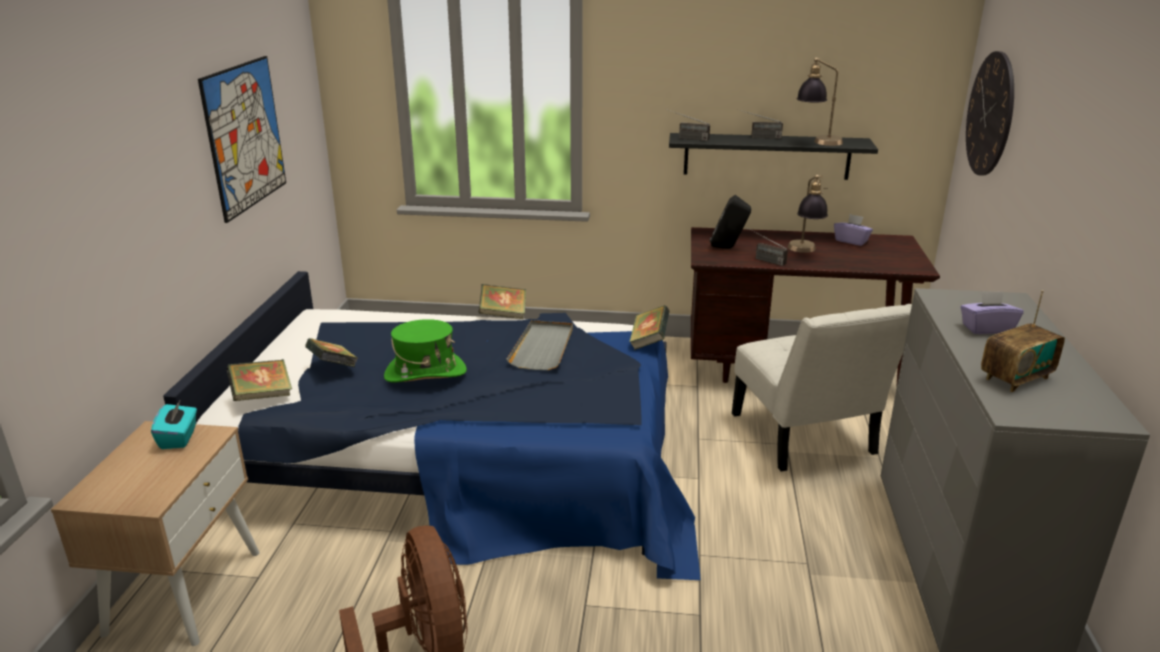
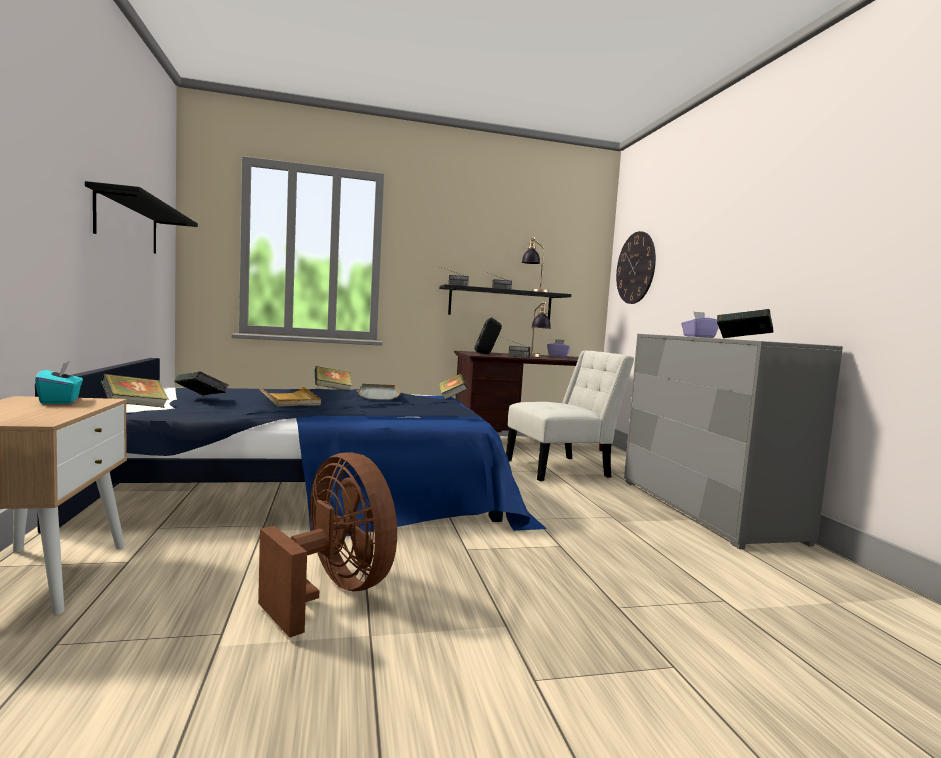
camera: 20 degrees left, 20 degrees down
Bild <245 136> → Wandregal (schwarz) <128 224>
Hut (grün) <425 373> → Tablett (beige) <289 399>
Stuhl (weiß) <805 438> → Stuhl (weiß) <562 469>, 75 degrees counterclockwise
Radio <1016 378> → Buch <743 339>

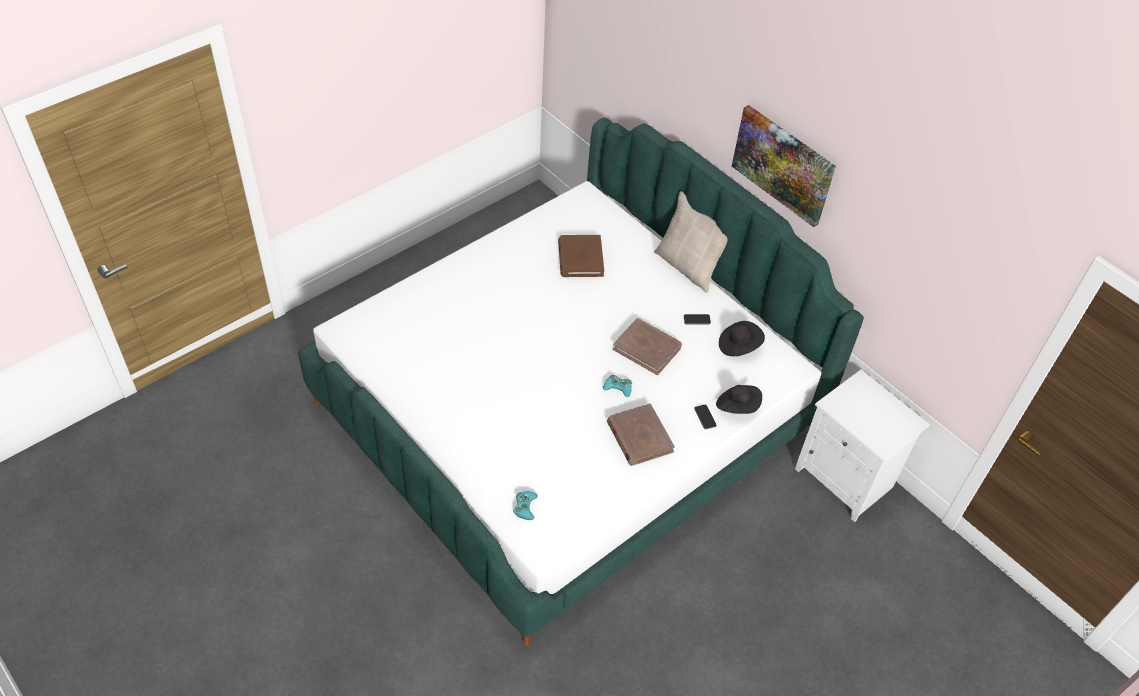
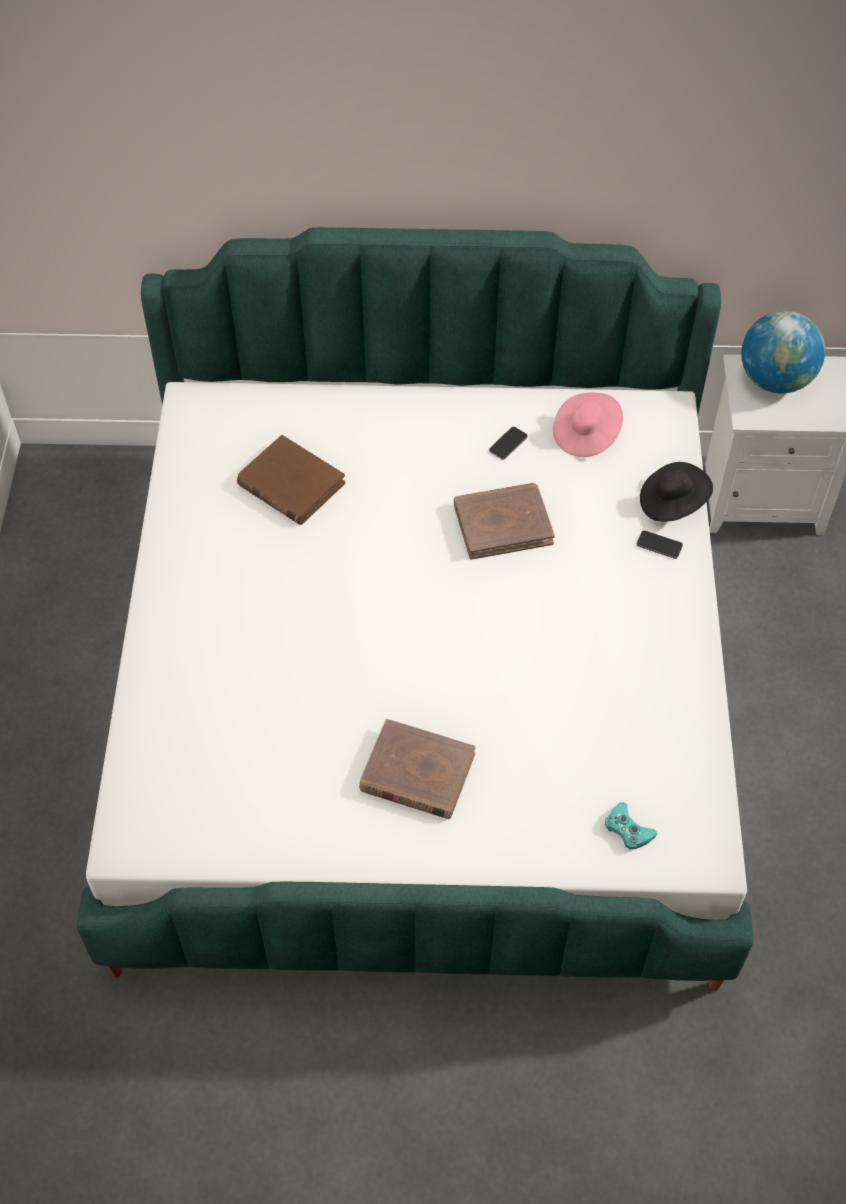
camera: 45 degrees left, 5 degrees up
Gamepad (türkis) <618 387> → -
Buch (braun) <639 437> → Buch (braun) <417 773>, moved
Kissen (beige) <688 267> → -
Hut (schwarz) <738 346> → Hut (rosa) <586 435>
Bild <783 164> → -
- → Globus <775 380>

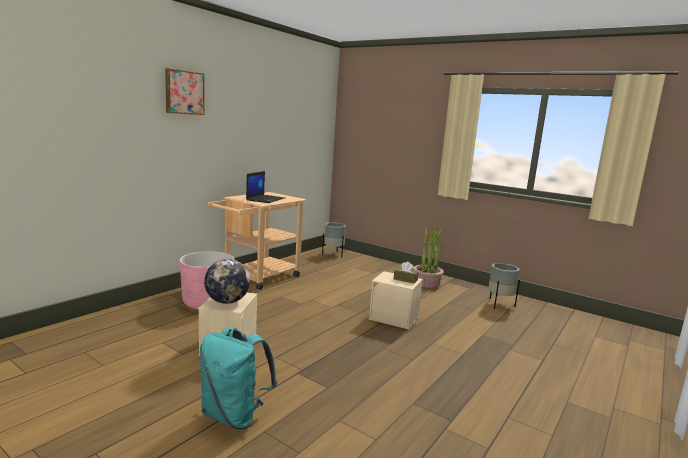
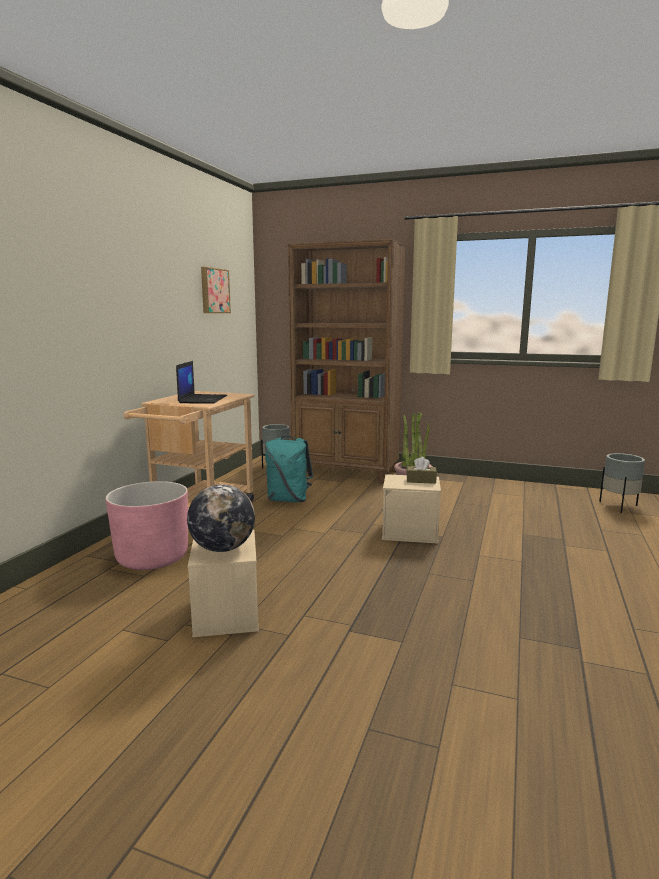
camera: 15 degrees left, 0 degrees up
Bild <184 92> → Bild <214 291>, moved
Rucksack (türkis) <234 416> → Rucksack (türkis) <289 500>, moved
Pflanzkübel (grau) <500 304> → Pflanzkübel (grau) <619 506>, moved
- → Bücherregal (braun) <346 472>

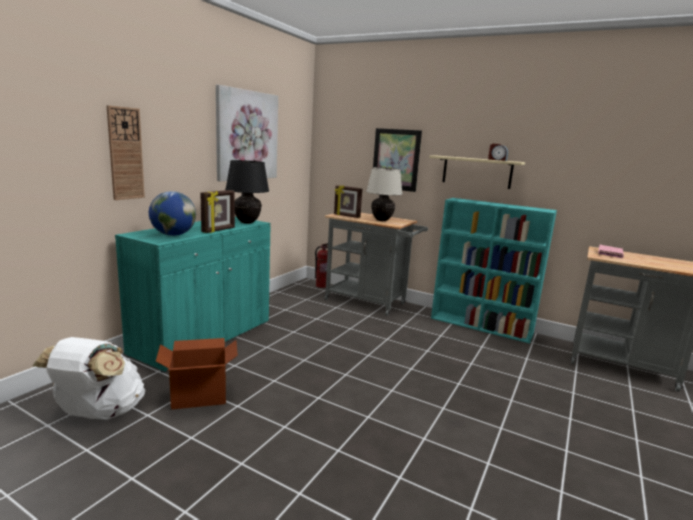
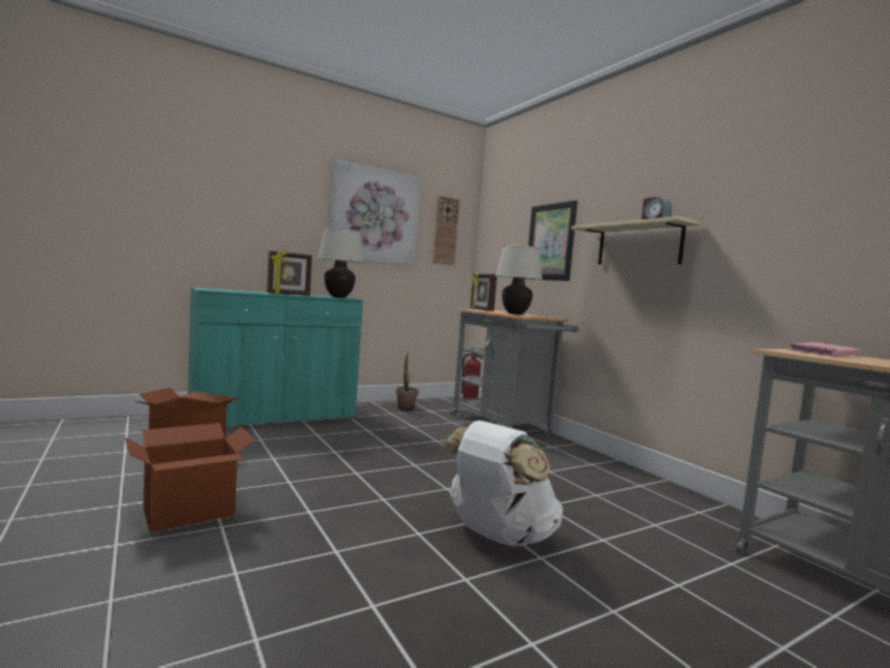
camera: 30 degrees right, 10 degrees down
Rucksack (weiß) <98 414> → Rucksack (weiß) <497 536>, moved
Wanduhr <125 154> → Wanduhr <445 231>, moved
Globus <173 235> → -
Tischlampe (schwarz) <247 222> → Tischlampe (beige) <338 297>
Bücherregal (türkis) <482 326> → -
- → Karton <189 512>
- → Topfpflanze <405 409>

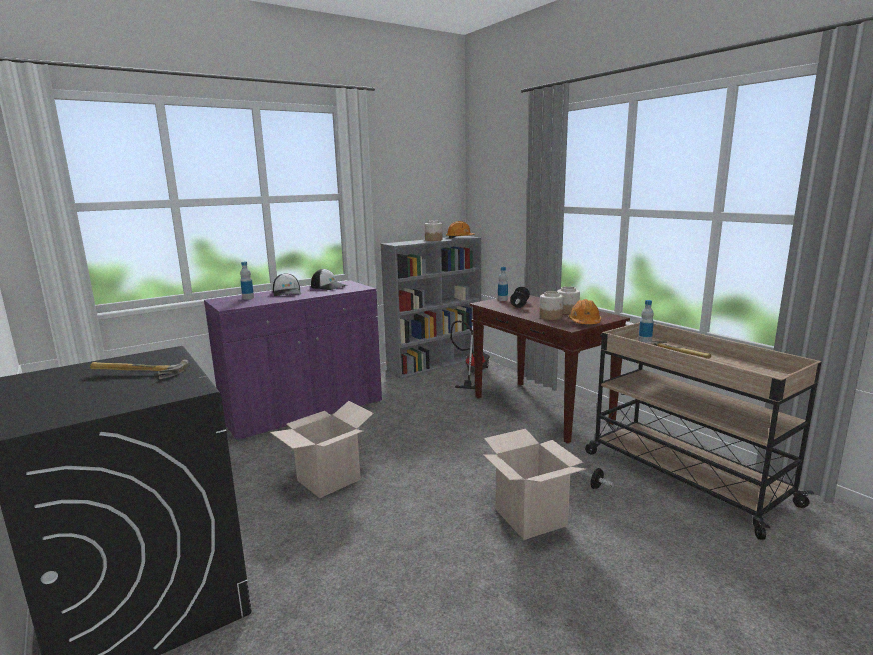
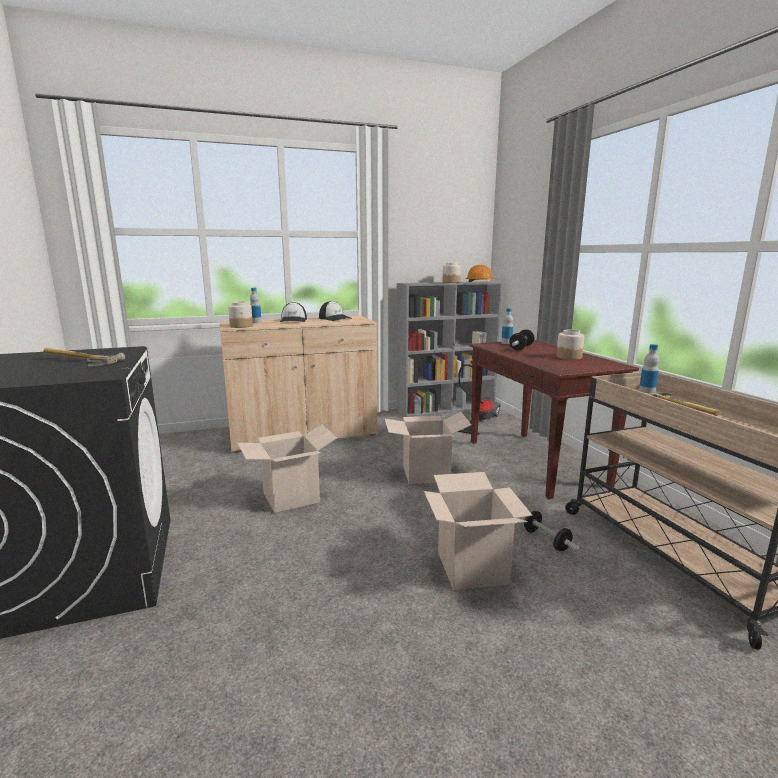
camera: 15 degrees right, 0 degrees up
Schrank (lila) <304 411> → Schrank (beige) <303 435>
Vorratsglas <551 317> → Vorratsglas <241 326>, moved
Schutzhelm (orange) <584 322> → -
- → Karton <426 474>

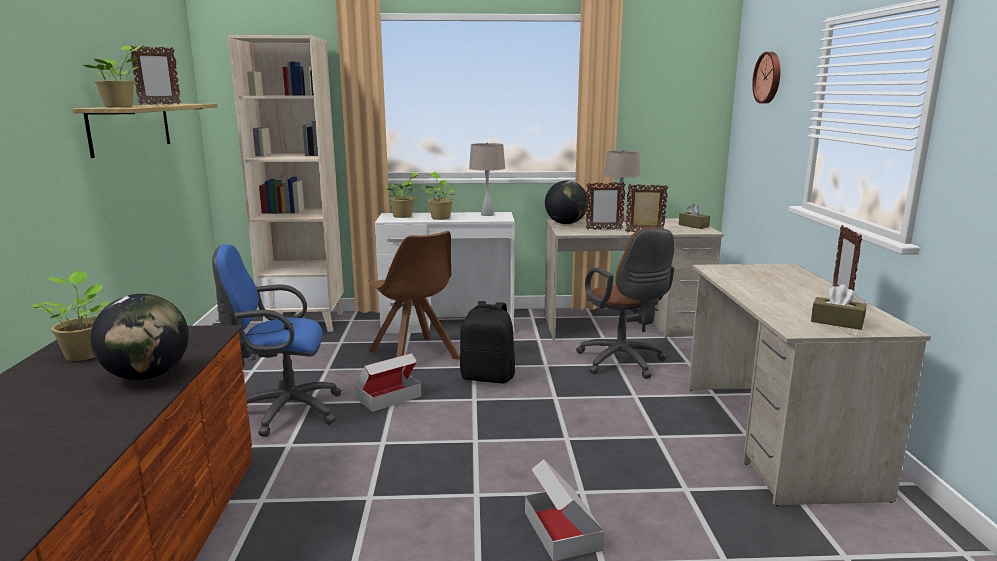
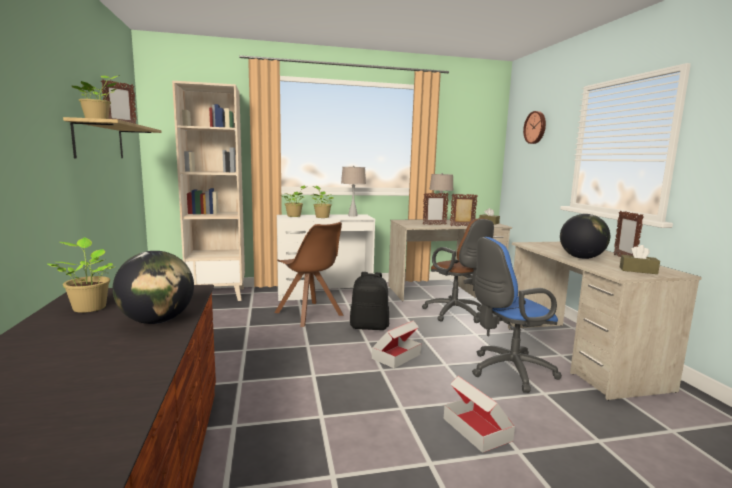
camera: 10 degrees left, 5 degrees down
Bürostuhl (blau) <284 411> → Bürostuhl (blau) <507 371>, moved
Karton <388 397> → Karton <396 356>, moved
Globus <565 223> → Globus <581 258>, moved

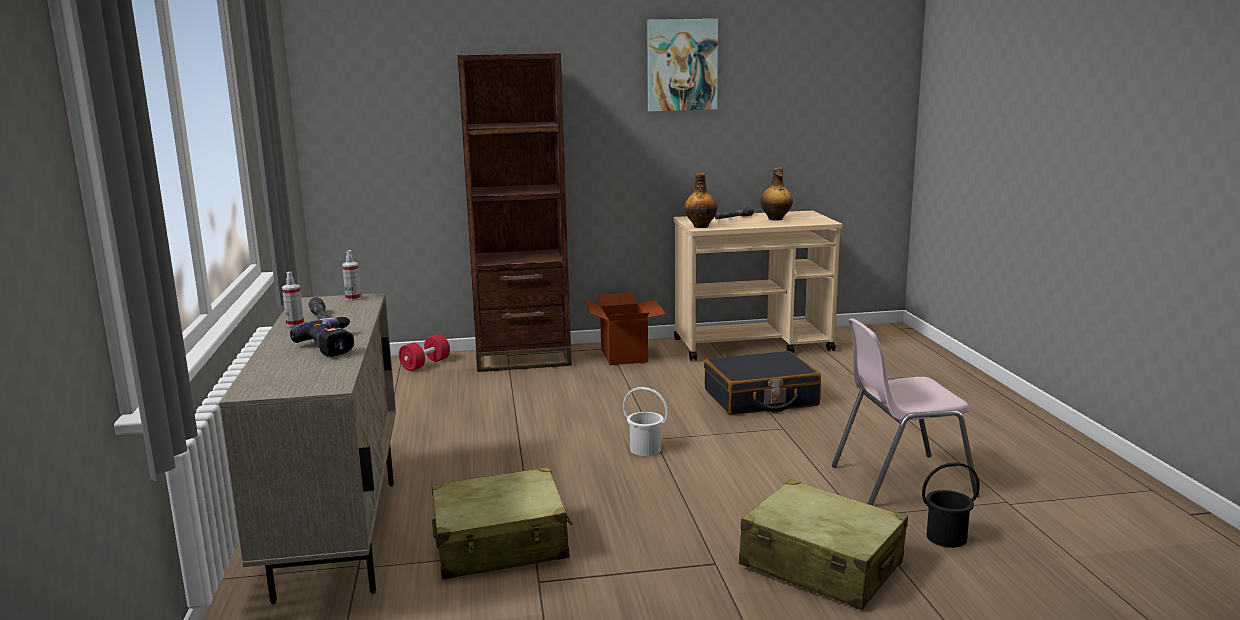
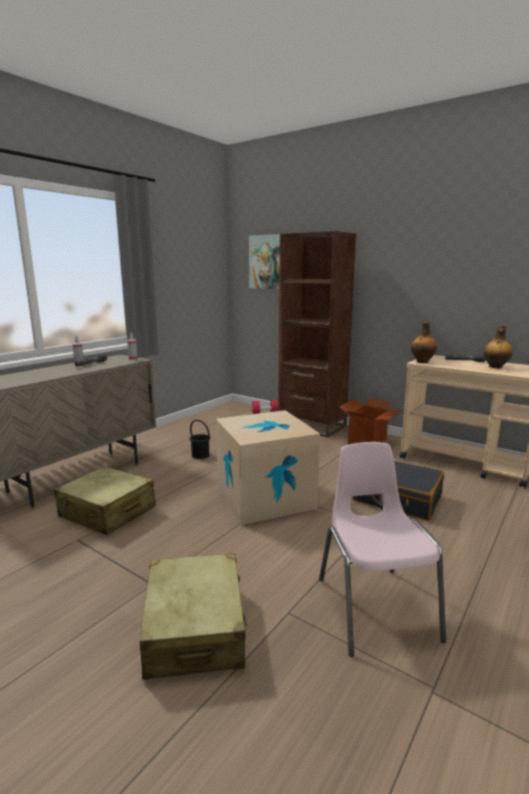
camera: 45 degrees right, 0 degrees up
Bohrmaschine <334 345> → -
Eimer (weiß) <645 449> → Karton <265 498>
Bild <681 65> → Bild <267 262>, moved
Stuhl (rosa) <899 480> → Stuhl (rosa) <375 607>, 45 degrees clockwise
Eimer (schwarz) <945 537> → Eimer (schwarz) <200 455>, moved

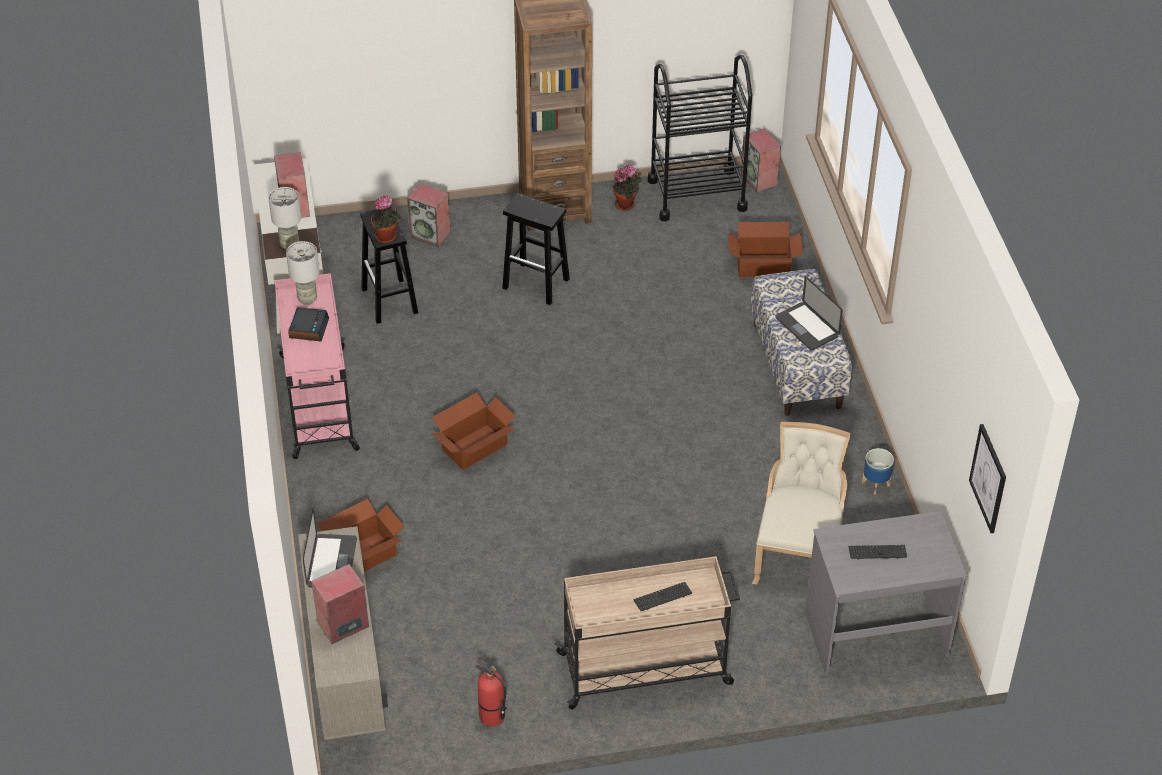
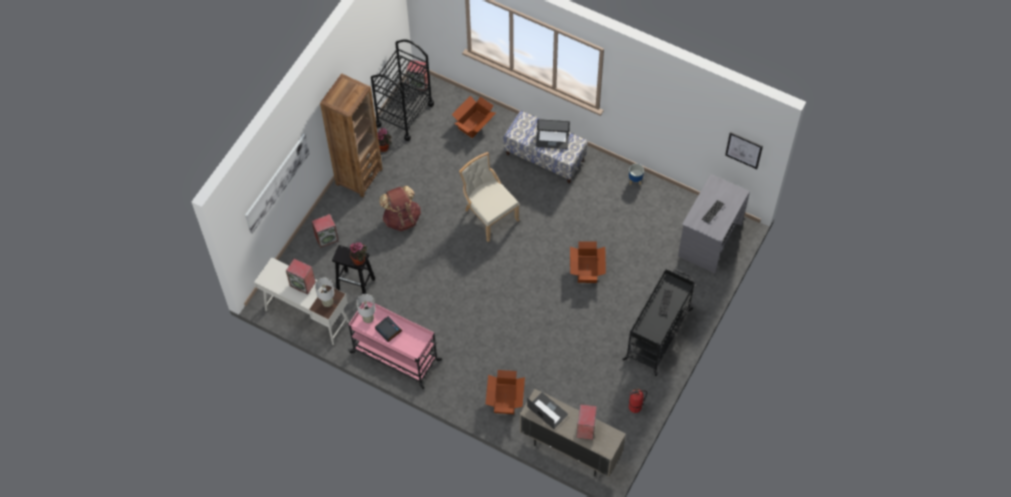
camera: 50 degrees left, 15 degrees up
Karton <474 447> → Karton <586 269>, moved
Hocker (schwarz) <537 284> → Rucksack (braun) <401 218>
Rollwagen (beige) <646 668> → Rollwagen (schwarz) <658 334>
Stuhl (beige) <798 555> → Stuhl (beige) <489 215>, moved
- → Bild <276 183>

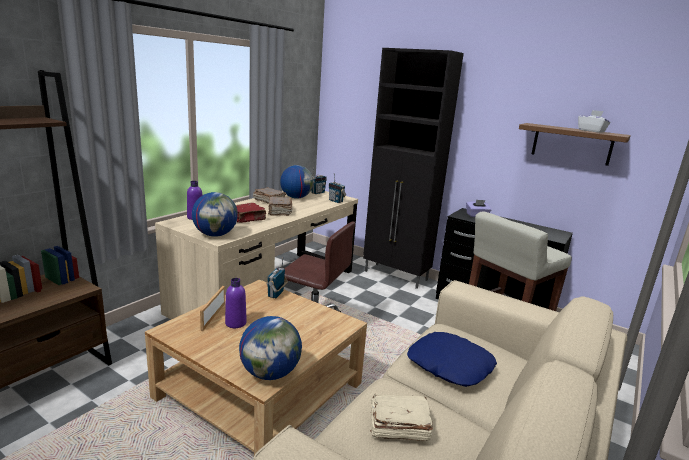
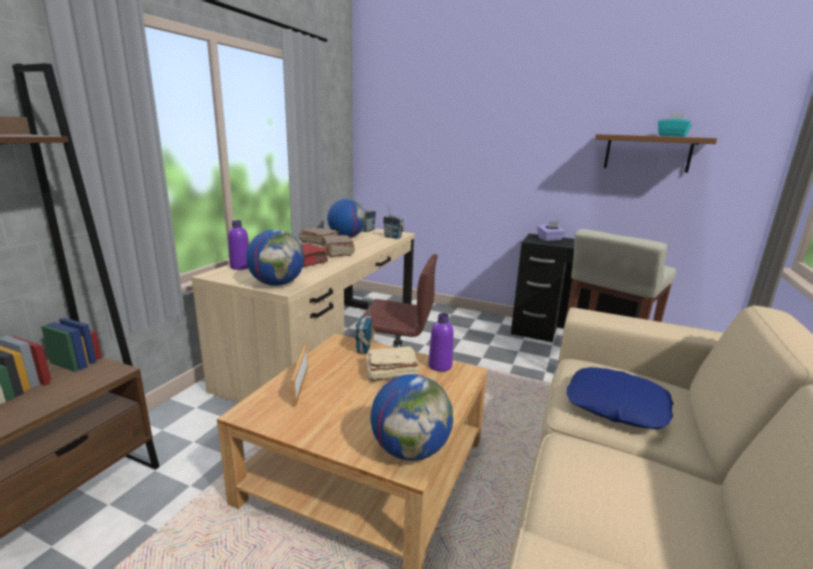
camera: 10 degrees left, 0 degrees up
Flasche (lila) <235 323> → Flasche (lila) <440 366>, moved
Schrank (schwarz) <396 276> → -
Buch (beige) <398 426> → Buch (beige) <390 372>, moved
Taschentuchbox (weiß) <591 131> → Taschentuchbox (türkis) <672 136>

